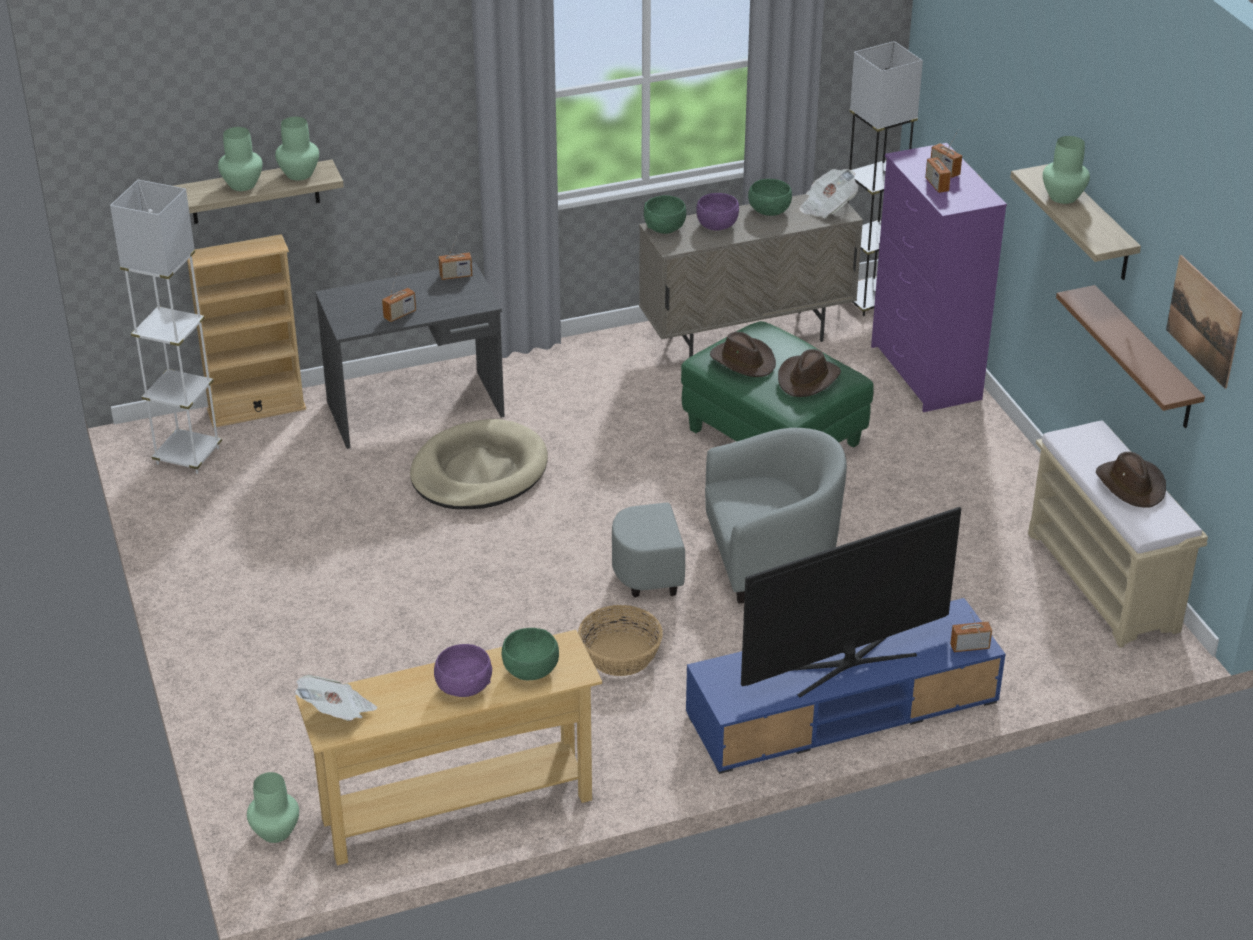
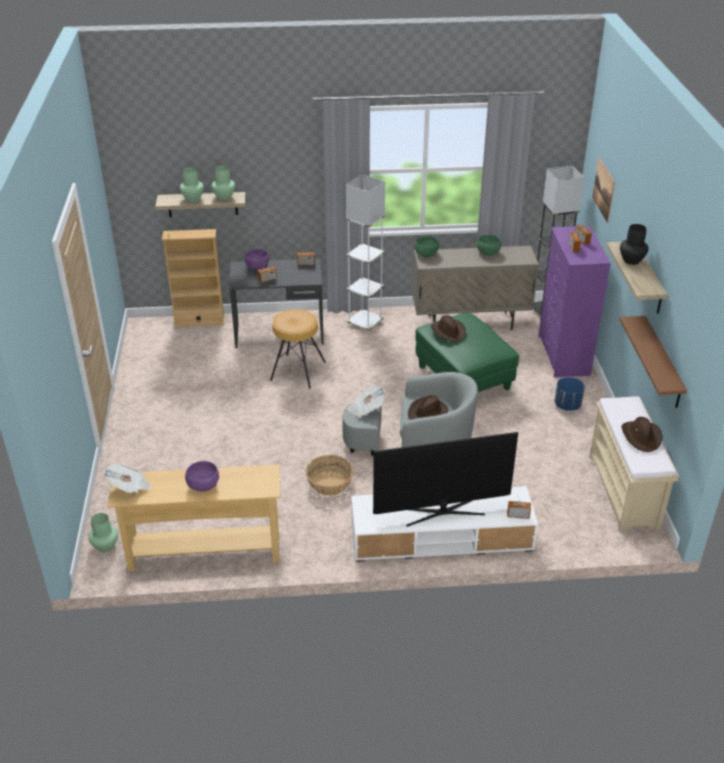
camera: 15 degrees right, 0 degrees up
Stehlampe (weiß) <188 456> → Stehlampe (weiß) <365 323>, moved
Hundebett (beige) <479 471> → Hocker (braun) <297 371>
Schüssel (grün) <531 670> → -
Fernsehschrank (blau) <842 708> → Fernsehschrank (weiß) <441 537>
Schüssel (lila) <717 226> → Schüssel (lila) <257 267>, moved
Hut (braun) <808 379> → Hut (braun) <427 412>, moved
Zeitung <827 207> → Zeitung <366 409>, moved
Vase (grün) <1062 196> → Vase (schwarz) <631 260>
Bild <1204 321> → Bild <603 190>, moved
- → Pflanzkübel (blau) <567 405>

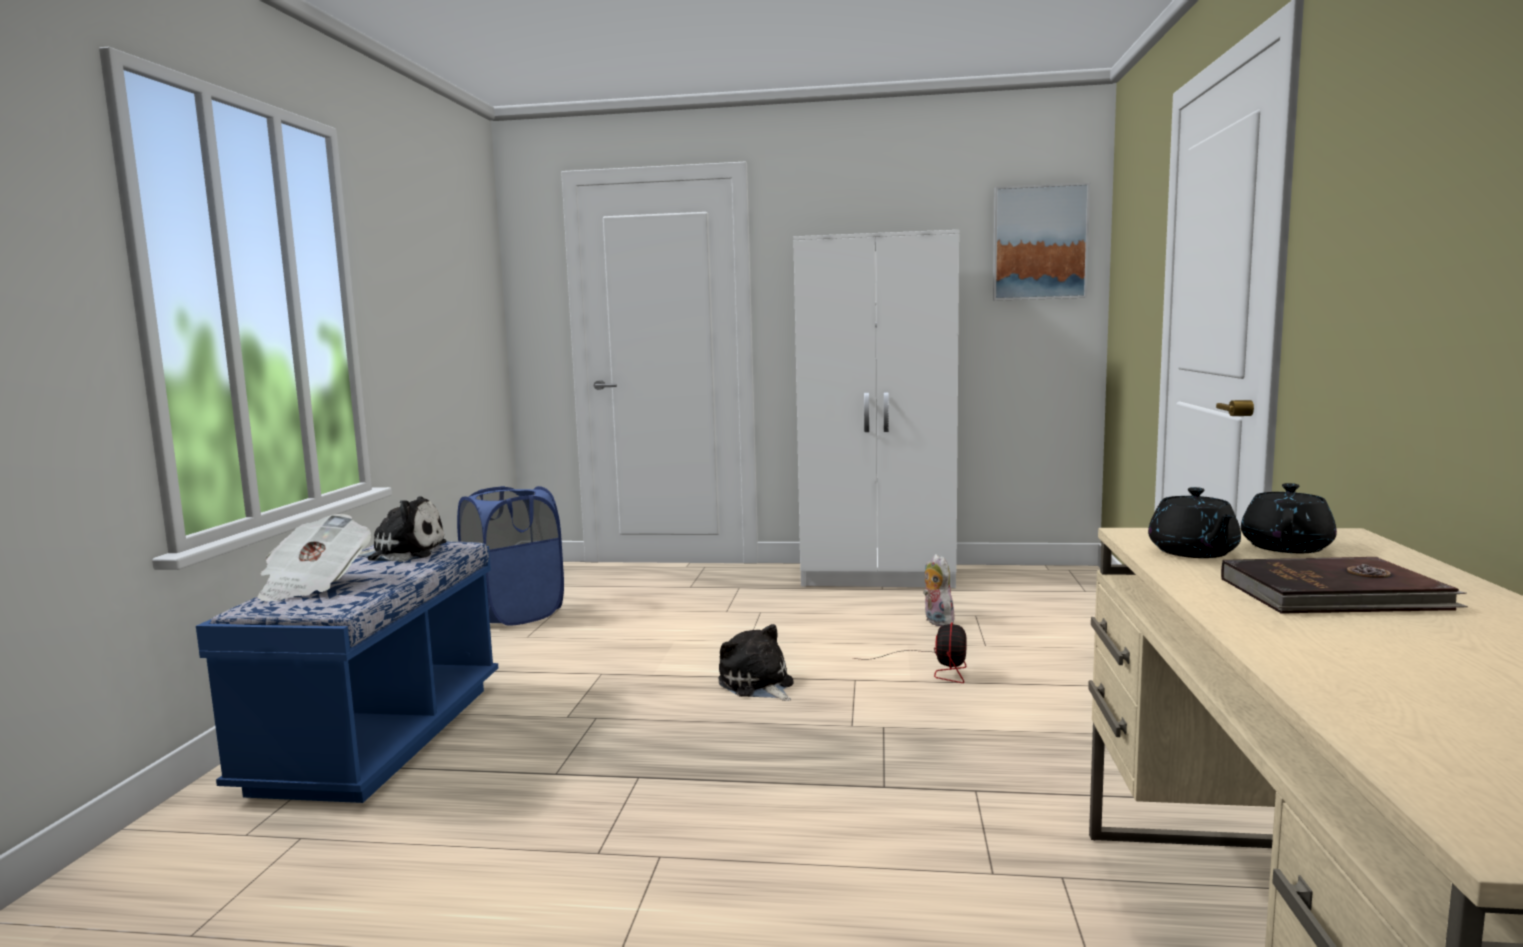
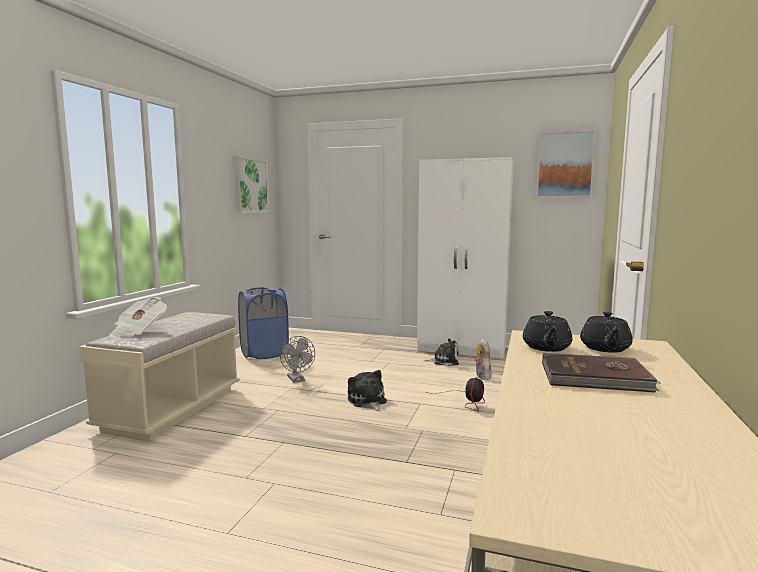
camera: 10 degrees right, 0 degrees up
Bank (blau) <379 737> → Bank (beige) <172 409>
Plüschtier <403 553> → Plüschtier <444 361>, moved
Teekanne (schwarz) <1286 547> → Teekanne (schwarz) <605 348>, 150 degrees clockwise
- → Bild <251 185>
- → Ventilator (grau) <297 380>

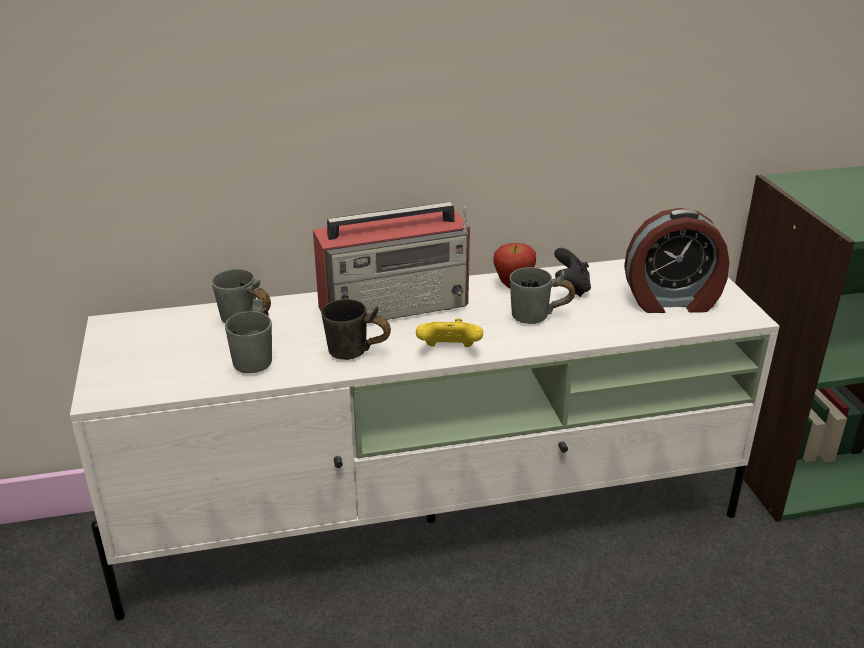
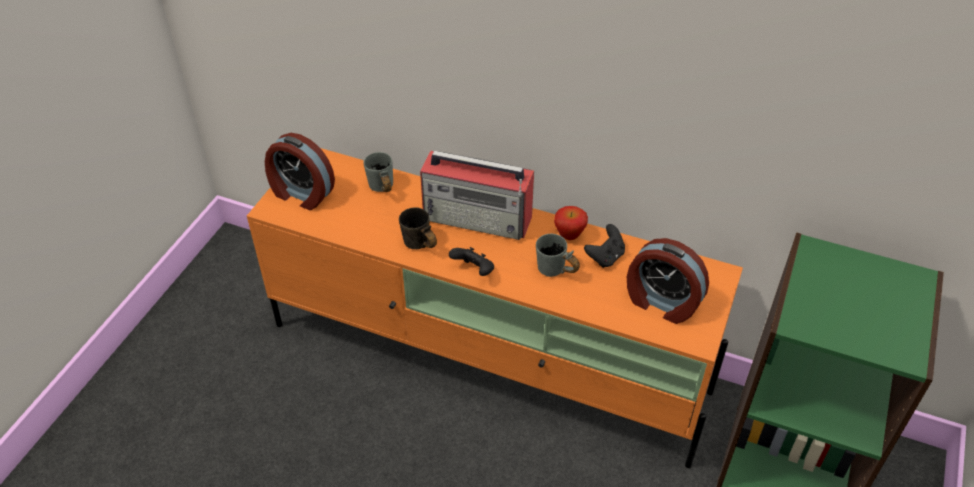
camera: 35 degrees right, 15 degrees up
Fernsehschrank (weiß) <435 520> → Fernsehschrank (orange) <490 359>
Henkelbecher (grau) <260 360> → -
Gamepad (gelb) <449 351> → Gamepad (schwarz) <474 271>
- → Wecker <301 194>

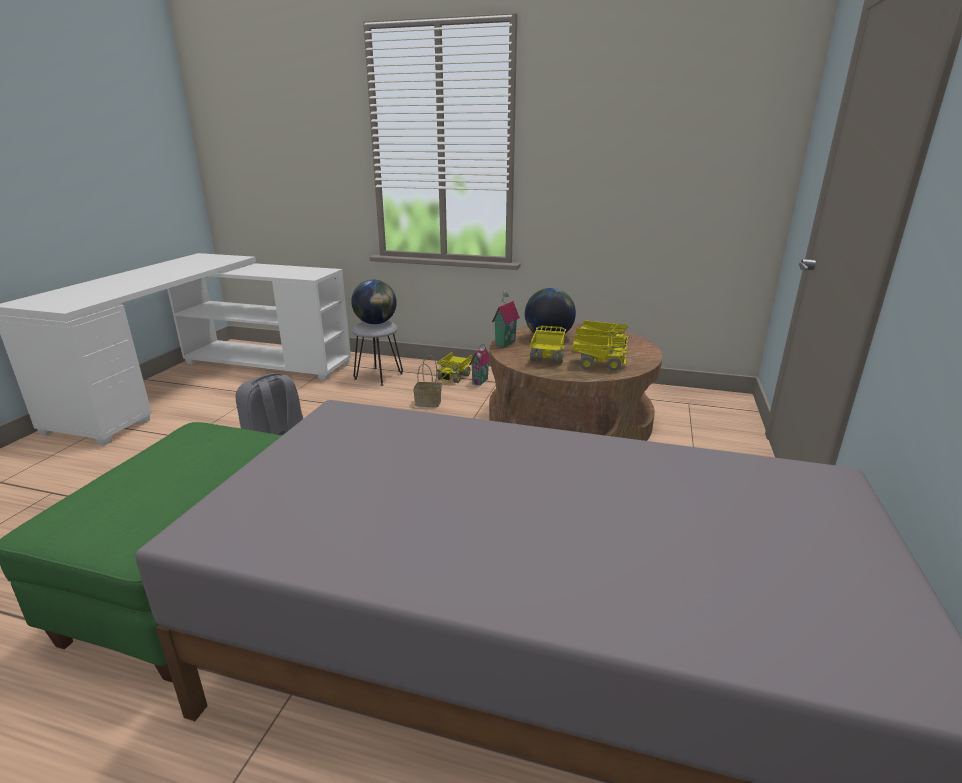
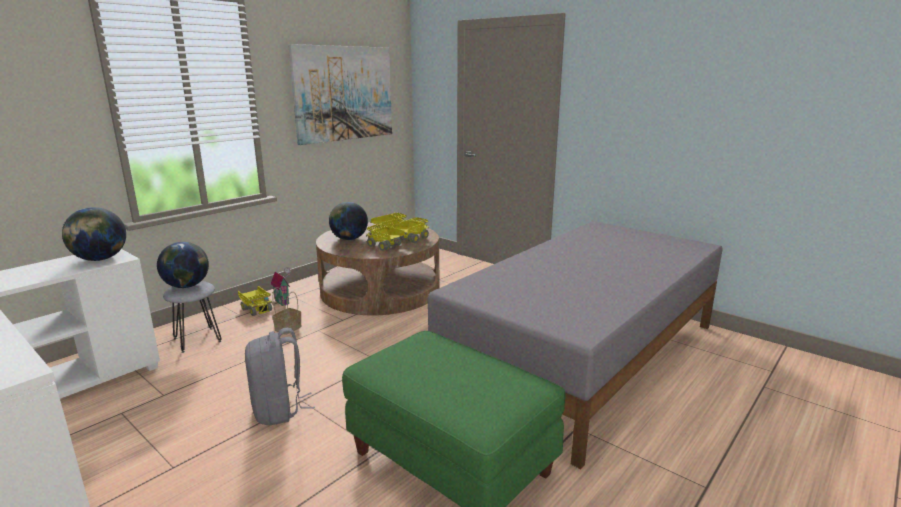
camera: 65 degrees left, 5 degrees down
Spielzeughaus <504 343> → -
- → Globus <100 259>
- → Bild <344 93>

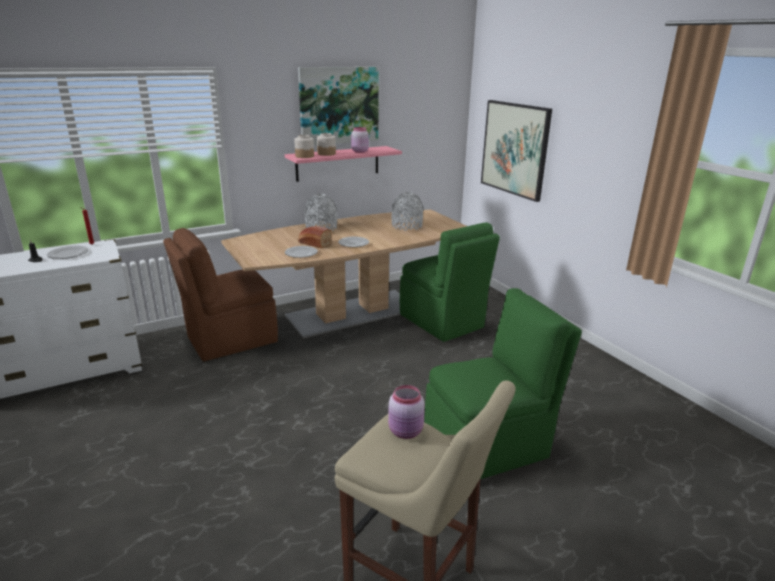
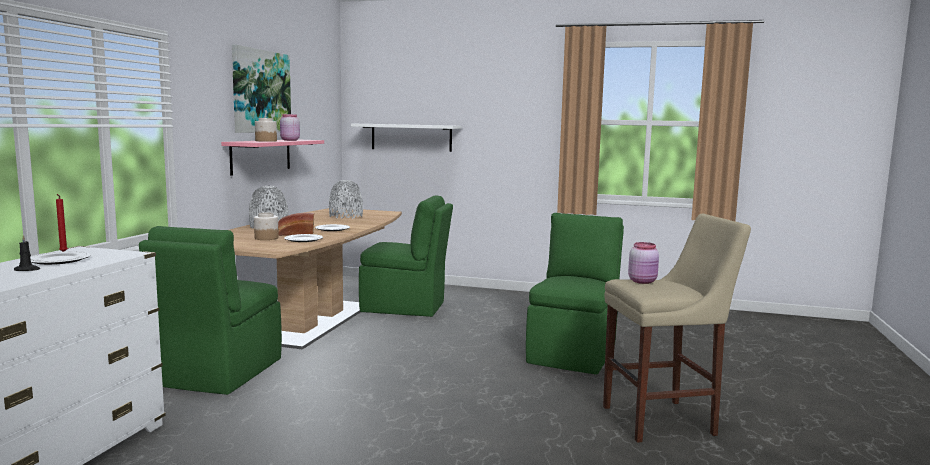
camera: 45 degrees left, 15 degrees down
Stuhl (braun) <229 340> → Stuhl (grün) <219 373>
Vorratsglas <304 156> → Vorratsglas <266 238>, moved
Bild <515 149> → Wandregal (weiß) <411 137>

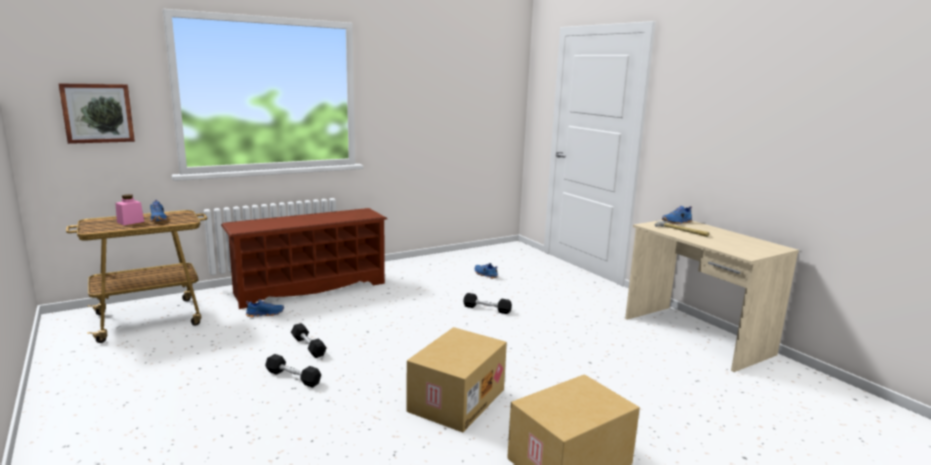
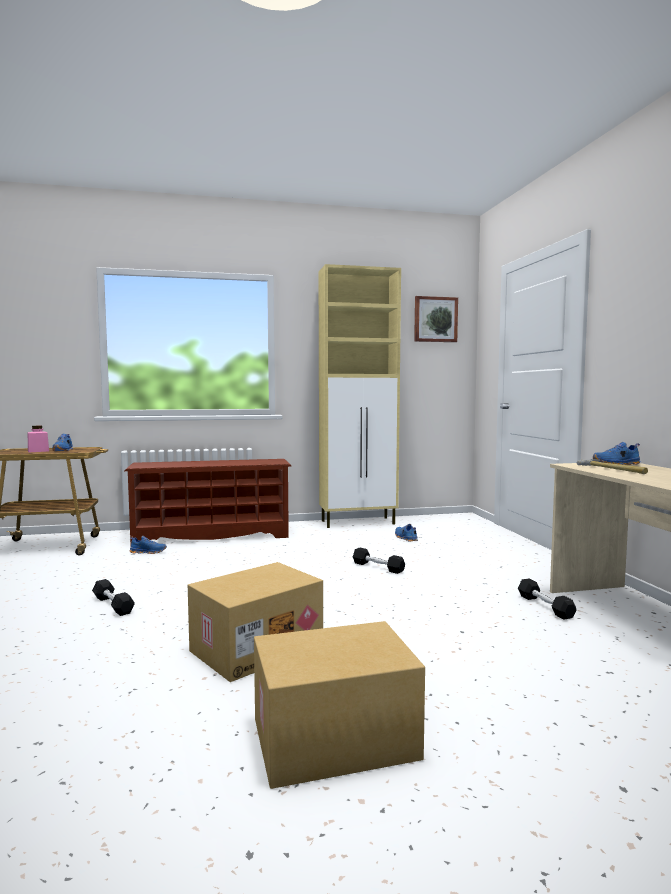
camera: 20 degrees right, 10 degrees down
Bild <98 113> → Bild <435 319>, moved
Hantel (schwarz) <308 346> → Hantel (schwarz) <545 606>, moved
- → Schrank (beige) <359 522>

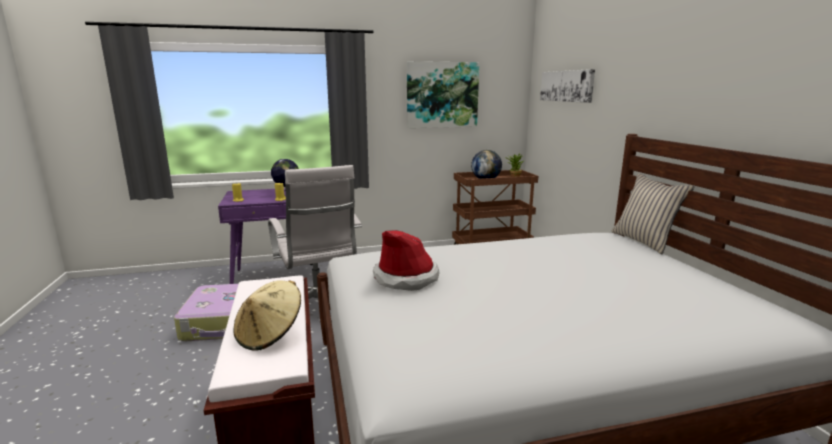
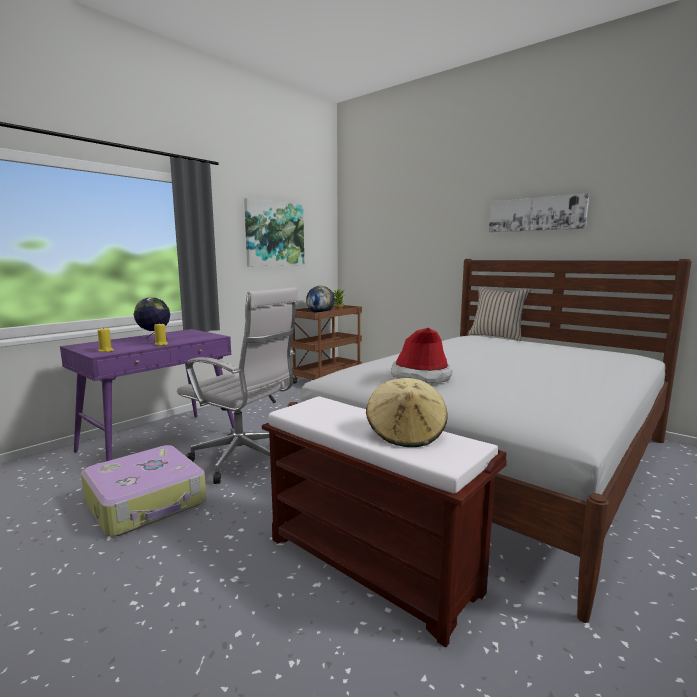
camera: 35 degrees left, 5 degrees down
Bild <566 86> → Bild <536 214>, moved

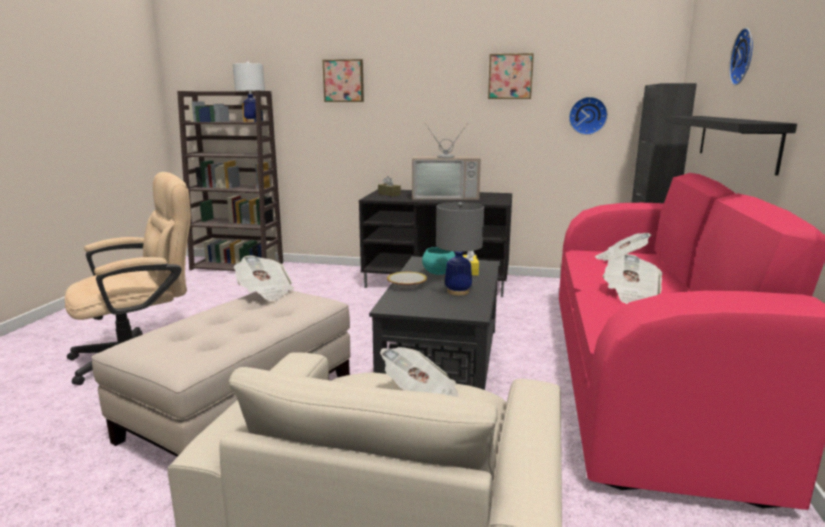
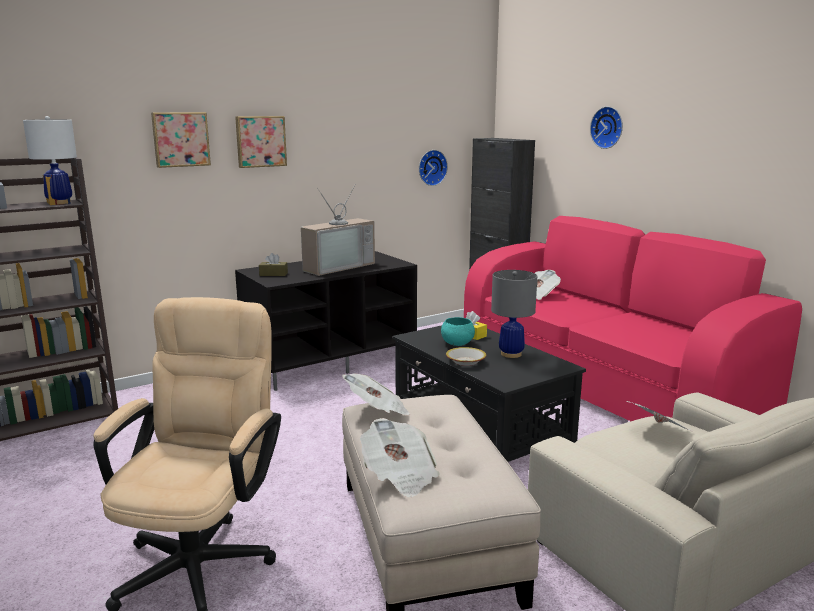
camera: 45 degrees left, 0 degrees up
Bild <510 76> → Bild <260 141>, moved
Zeitung <630 294> → Zeitung <399 476>, moved
Wandregal (schwarz) <736 140> → -

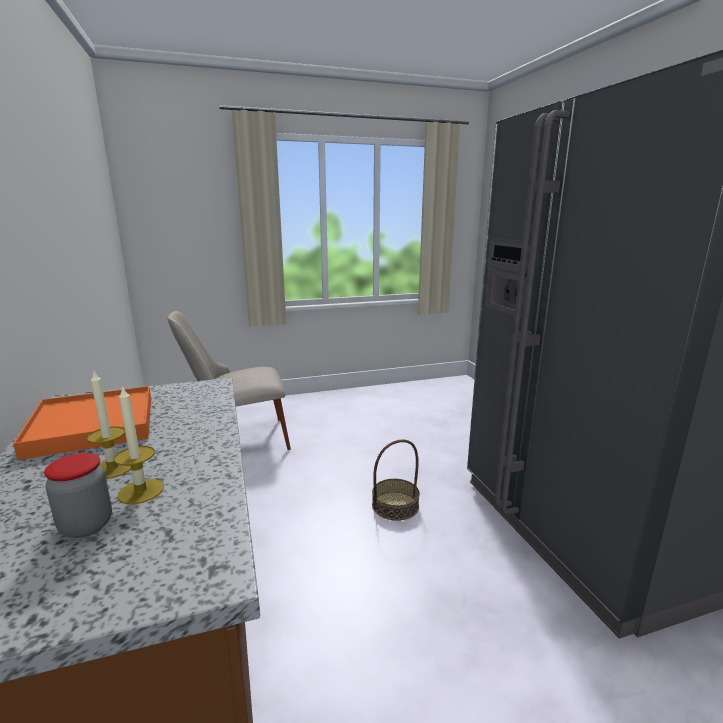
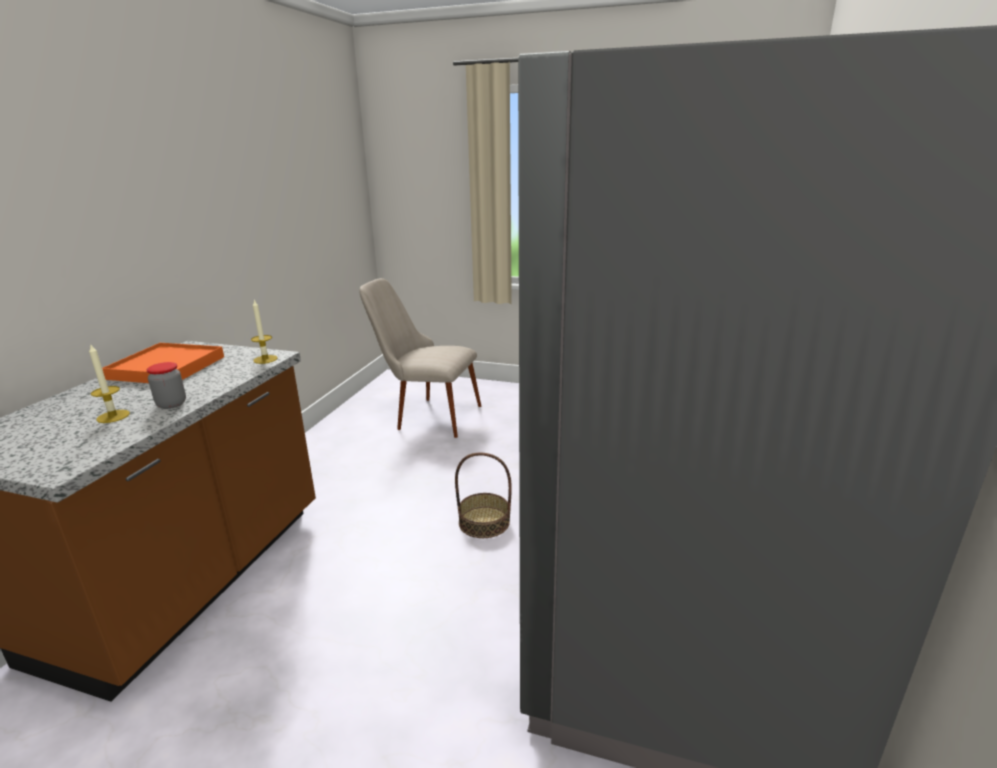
camera: 35 degrees right, 5 degrees up
Vorratsglas <86 525> → Vorratsglas <171 404>, moved
Kerze <113 468> → Kerze <265 359>, moved

